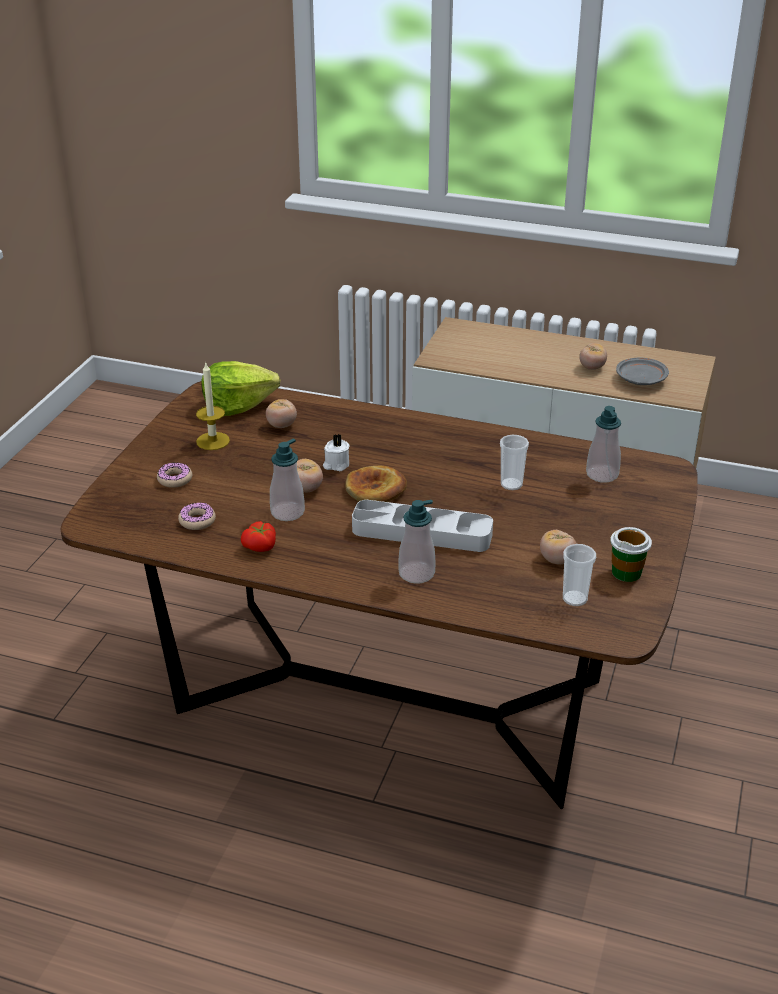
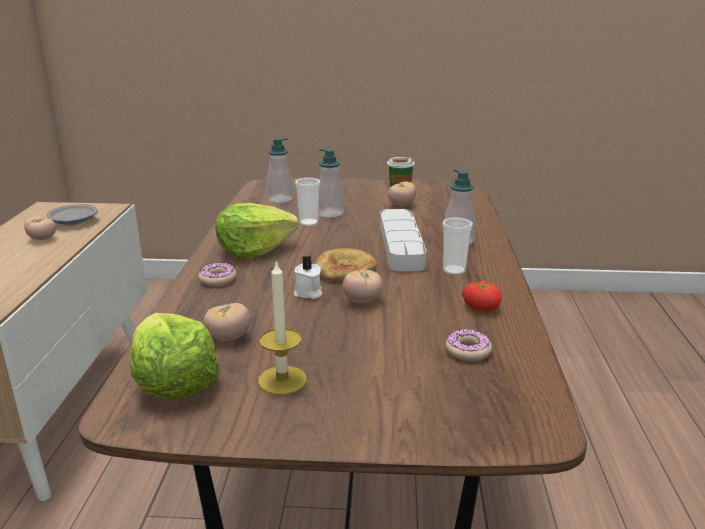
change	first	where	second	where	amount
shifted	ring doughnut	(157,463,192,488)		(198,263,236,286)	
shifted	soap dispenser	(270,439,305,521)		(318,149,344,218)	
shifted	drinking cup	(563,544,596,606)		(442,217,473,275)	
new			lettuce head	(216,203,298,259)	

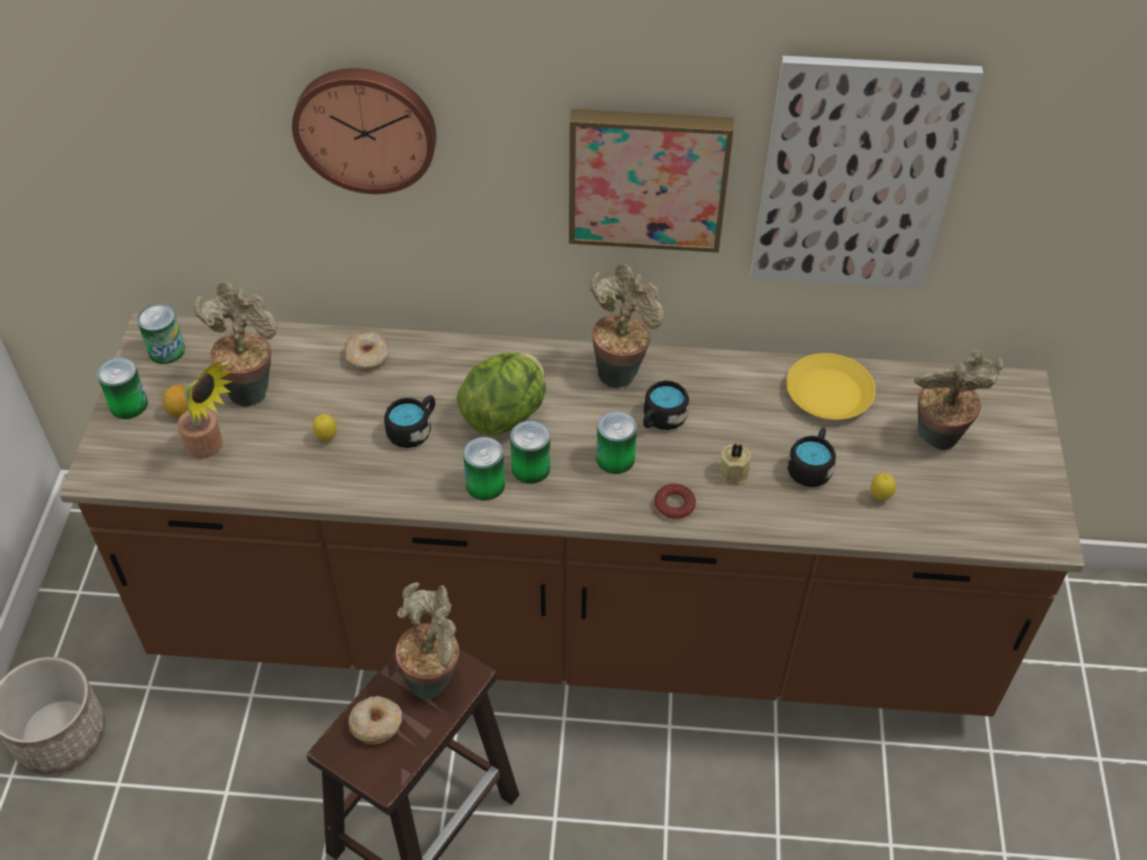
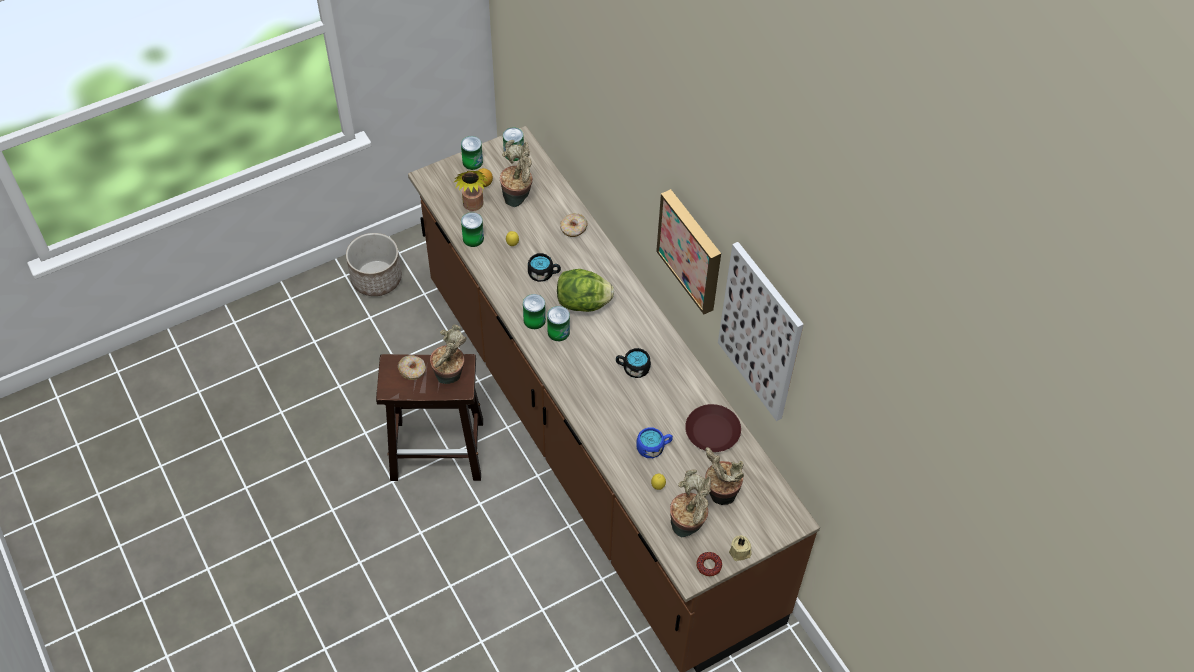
change	first	where	second	where	amount
gone	clock on the wall	(292,68,436,194)			
shifted	plant in a pot	(590,264,664,388)		(670,469,711,537)	
shifted	can	(596,411,637,474)		(461,212,484,247)	
shifted	ring doughnut	(654,484,696,520)		(696,552,722,577)	
shifted	beige wax light	(720,443,751,485)		(729,535,752,561)	
repainted	yellow flat dish	(786,353,876,420)	brown flat dish	(685,404,741,452)	
repainted	black coffee mug	(787,428,836,487)	blue-coloured coffee mug	(637,428,673,458)	

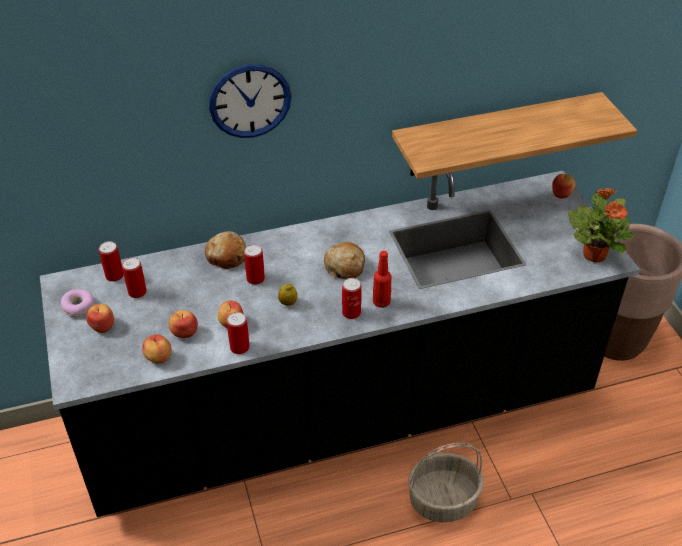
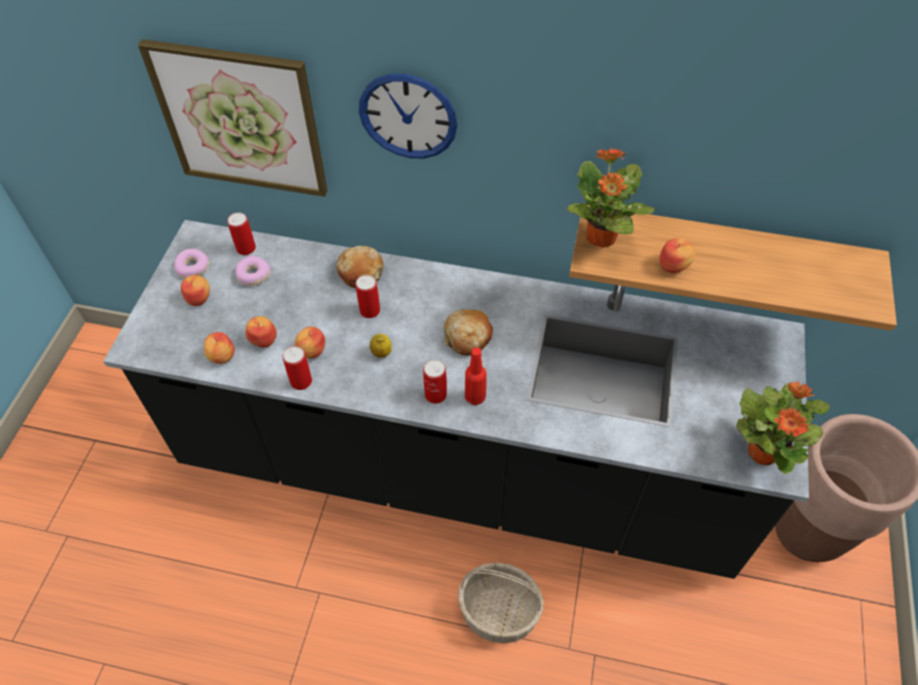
change	first	where	second	where	amount
swapped	can	(122,257,147,298)	ring doughnut	(235,256,271,286)	
shifted	whole apple	(552,174,575,199)		(659,238,695,273)	
new			wall art	(138,39,328,197)	
new			plant in a pot	(567,148,654,248)	

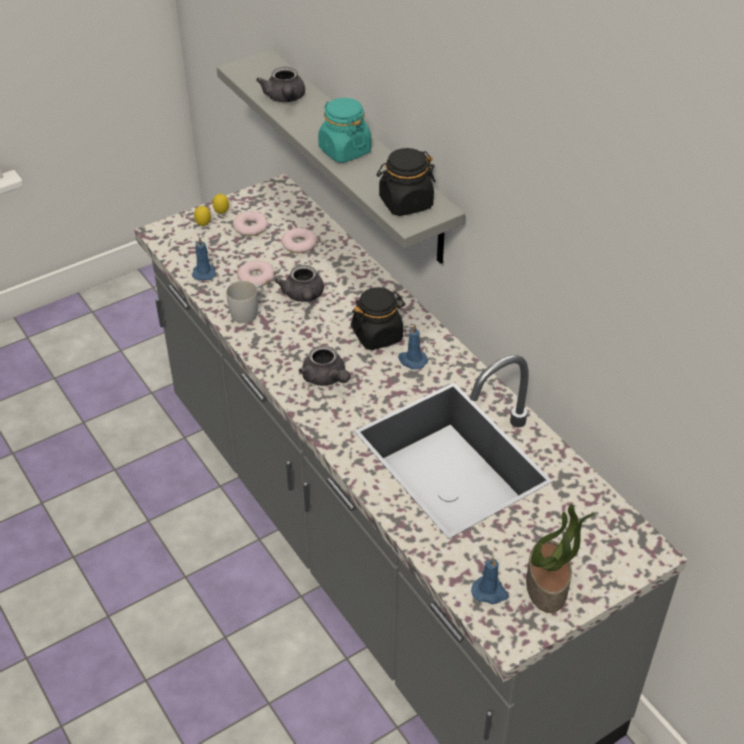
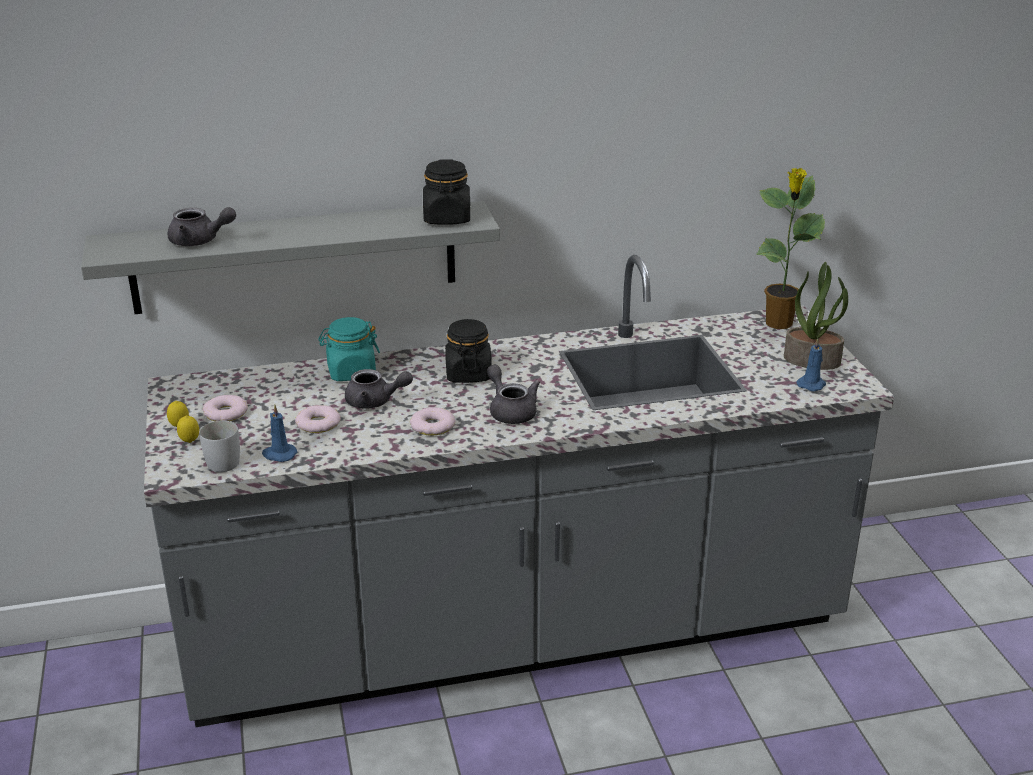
change	first	where	second	where	amount
shifted	white-coloured coffee mug	(226,281,264,323)		(199,421,240,472)	
shifted	ring doughnut	(281,228,318,253)		(410,407,455,436)	
rotated	grey tea pot	(299,345,350,386)		(487,365,540,424)	105 degrees counterclockwise
shifted	turquoise preserve jar	(318,98,371,163)		(318,317,380,381)	
gone	blue-coloured wax light	(398,324,428,370)			
new			plant in a pot	(756,168,825,329)	

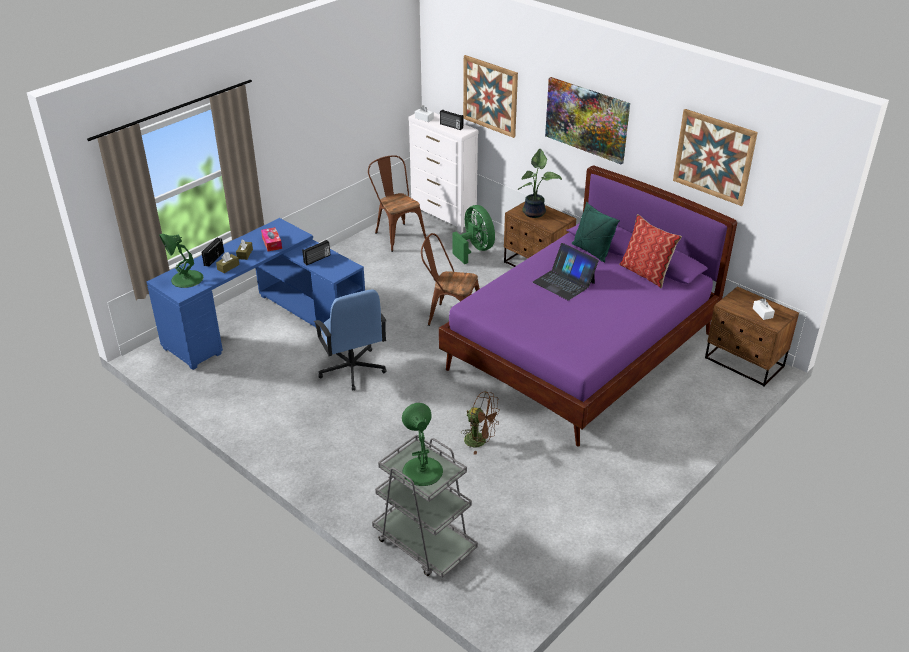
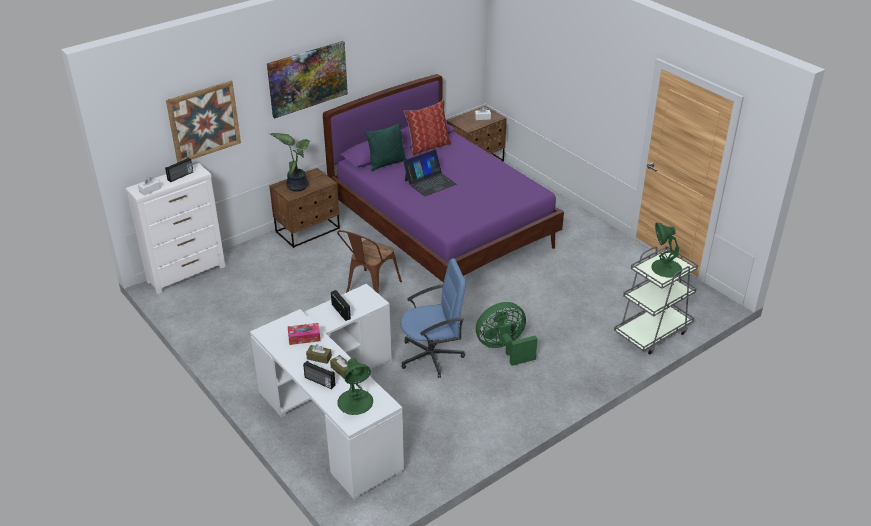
change	first	where	second	where	amount
repainted	blue-coloured desk table	(146,218,365,370)	white-coloured desk table	(250,284,404,500)	
gone	brown upright chair	(368,155,427,252)			
shifted	green fan	(452,205,495,264)		(476,302,538,366)	
gone	brown fan	(462,391,499,455)			
gone	wall art	(673,109,758,206)			

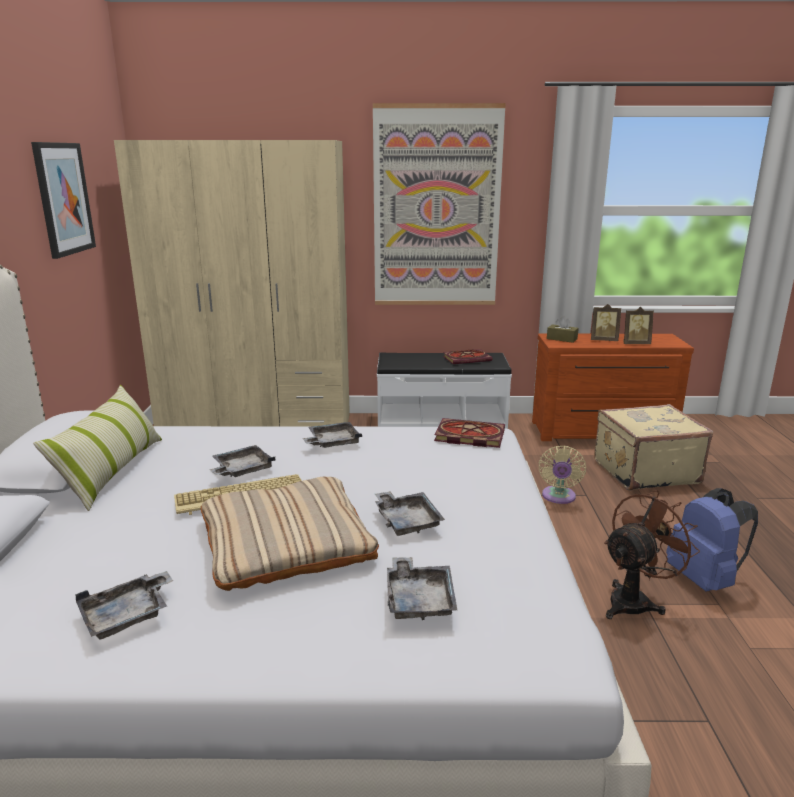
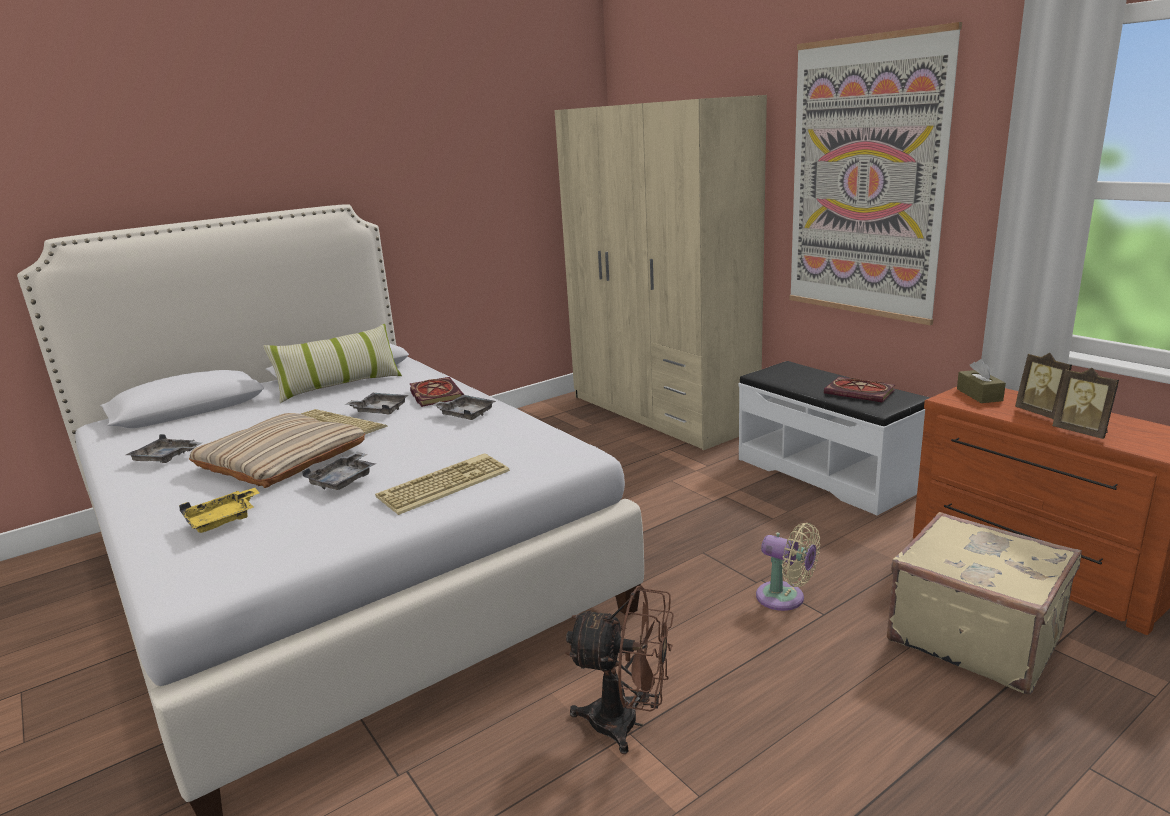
change	first	where	second	where	amount
gone	wall art	(31,142,96,259)			
repainted	grey tray	(387,557,457,620)	yellow tray	(179,488,259,533)	
shifted	book	(434,418,505,448)		(410,377,464,407)	
rotated	beige fan	(538,446,586,504)		(756,523,820,611)	120 degrees counterclockwise
gone	blue-coloured rucksack	(666,488,758,592)			
new			computer keyboard	(375,453,510,515)	

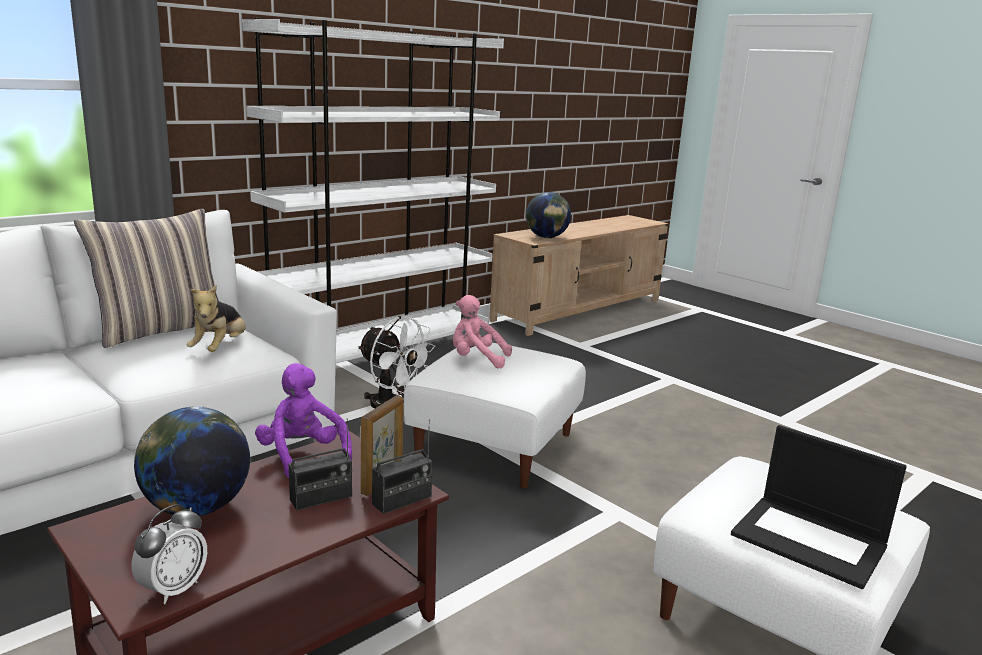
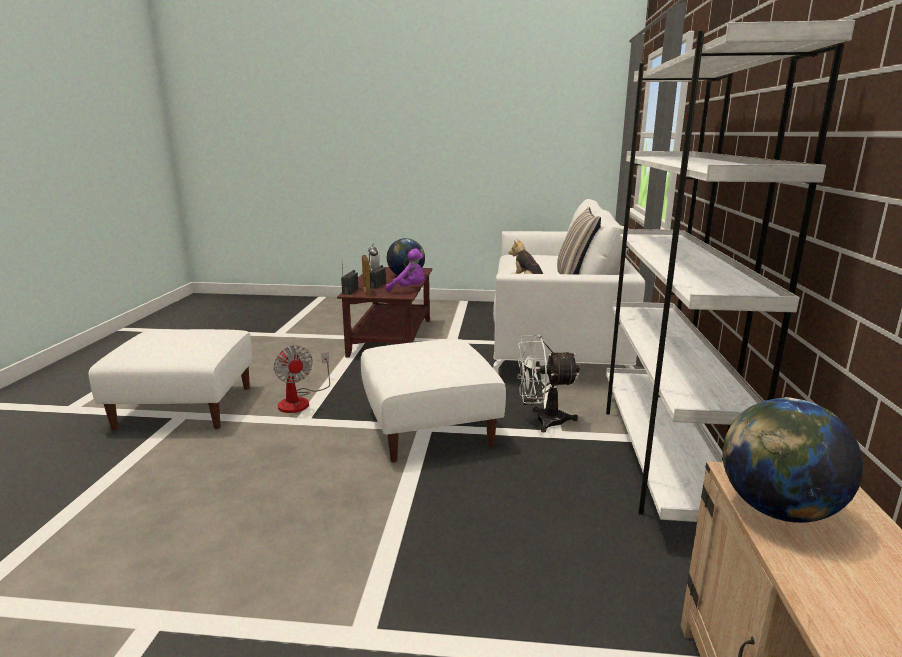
change	first	where	second	where	amount
gone	pink cuddly toy	(453,295,512,368)			
gone	laptop	(731,425,907,589)			
new			fan	(273,345,330,413)	

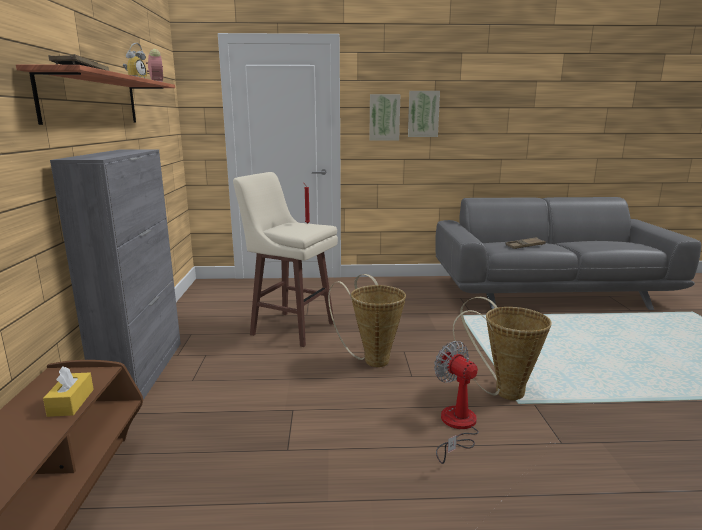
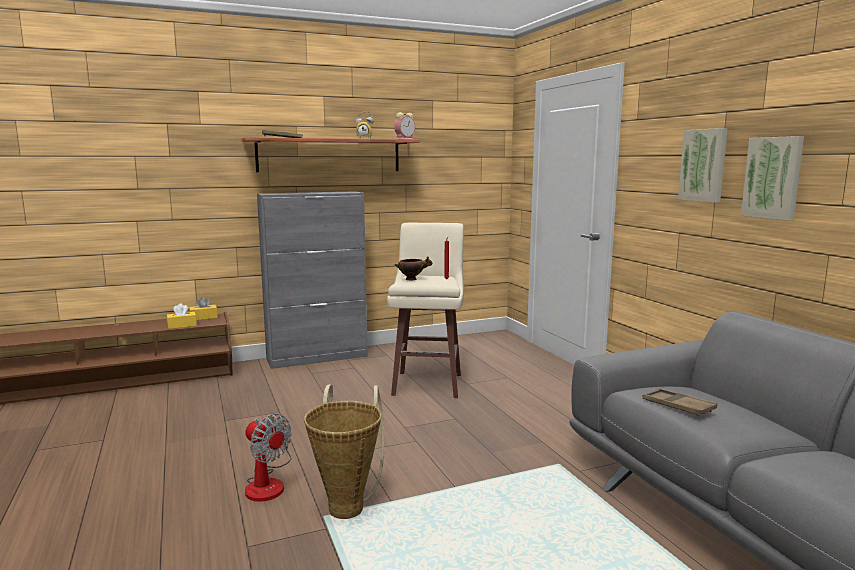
change	first	where	second	where	amount
gone	storage basket	(328,274,406,367)			
shifted	wall art	(369,94,400,141)		(741,136,804,220)	
rotated	fan	(434,341,479,464)		(245,414,292,502)	90 degrees clockwise
new			yellow tissue box	(189,297,218,320)	
new			bowl	(395,257,432,280)	

